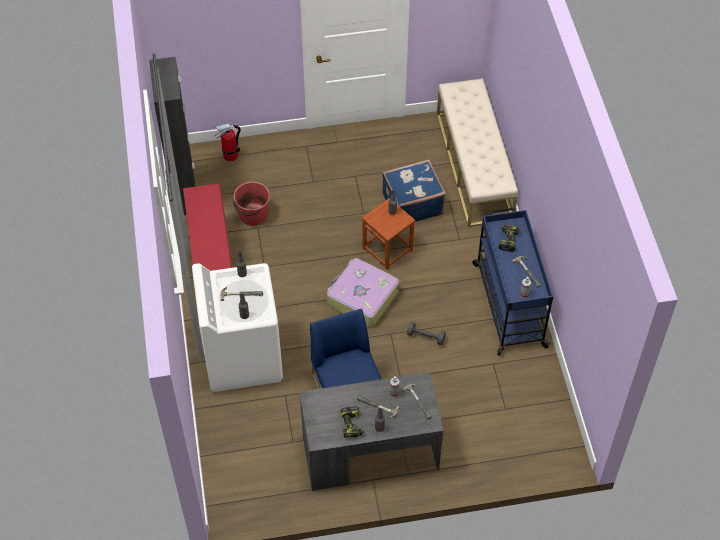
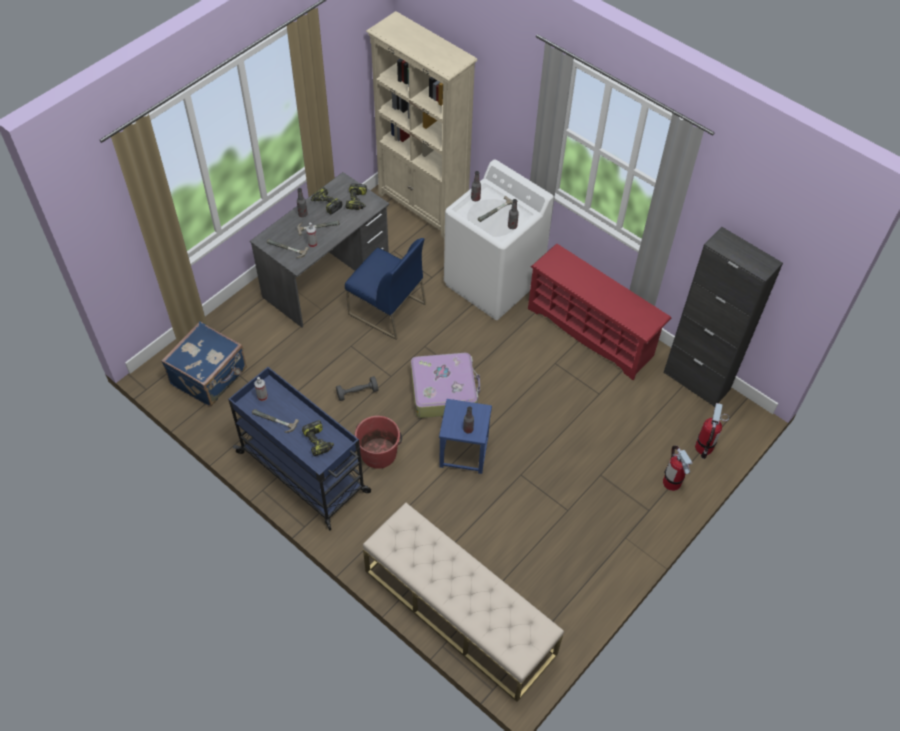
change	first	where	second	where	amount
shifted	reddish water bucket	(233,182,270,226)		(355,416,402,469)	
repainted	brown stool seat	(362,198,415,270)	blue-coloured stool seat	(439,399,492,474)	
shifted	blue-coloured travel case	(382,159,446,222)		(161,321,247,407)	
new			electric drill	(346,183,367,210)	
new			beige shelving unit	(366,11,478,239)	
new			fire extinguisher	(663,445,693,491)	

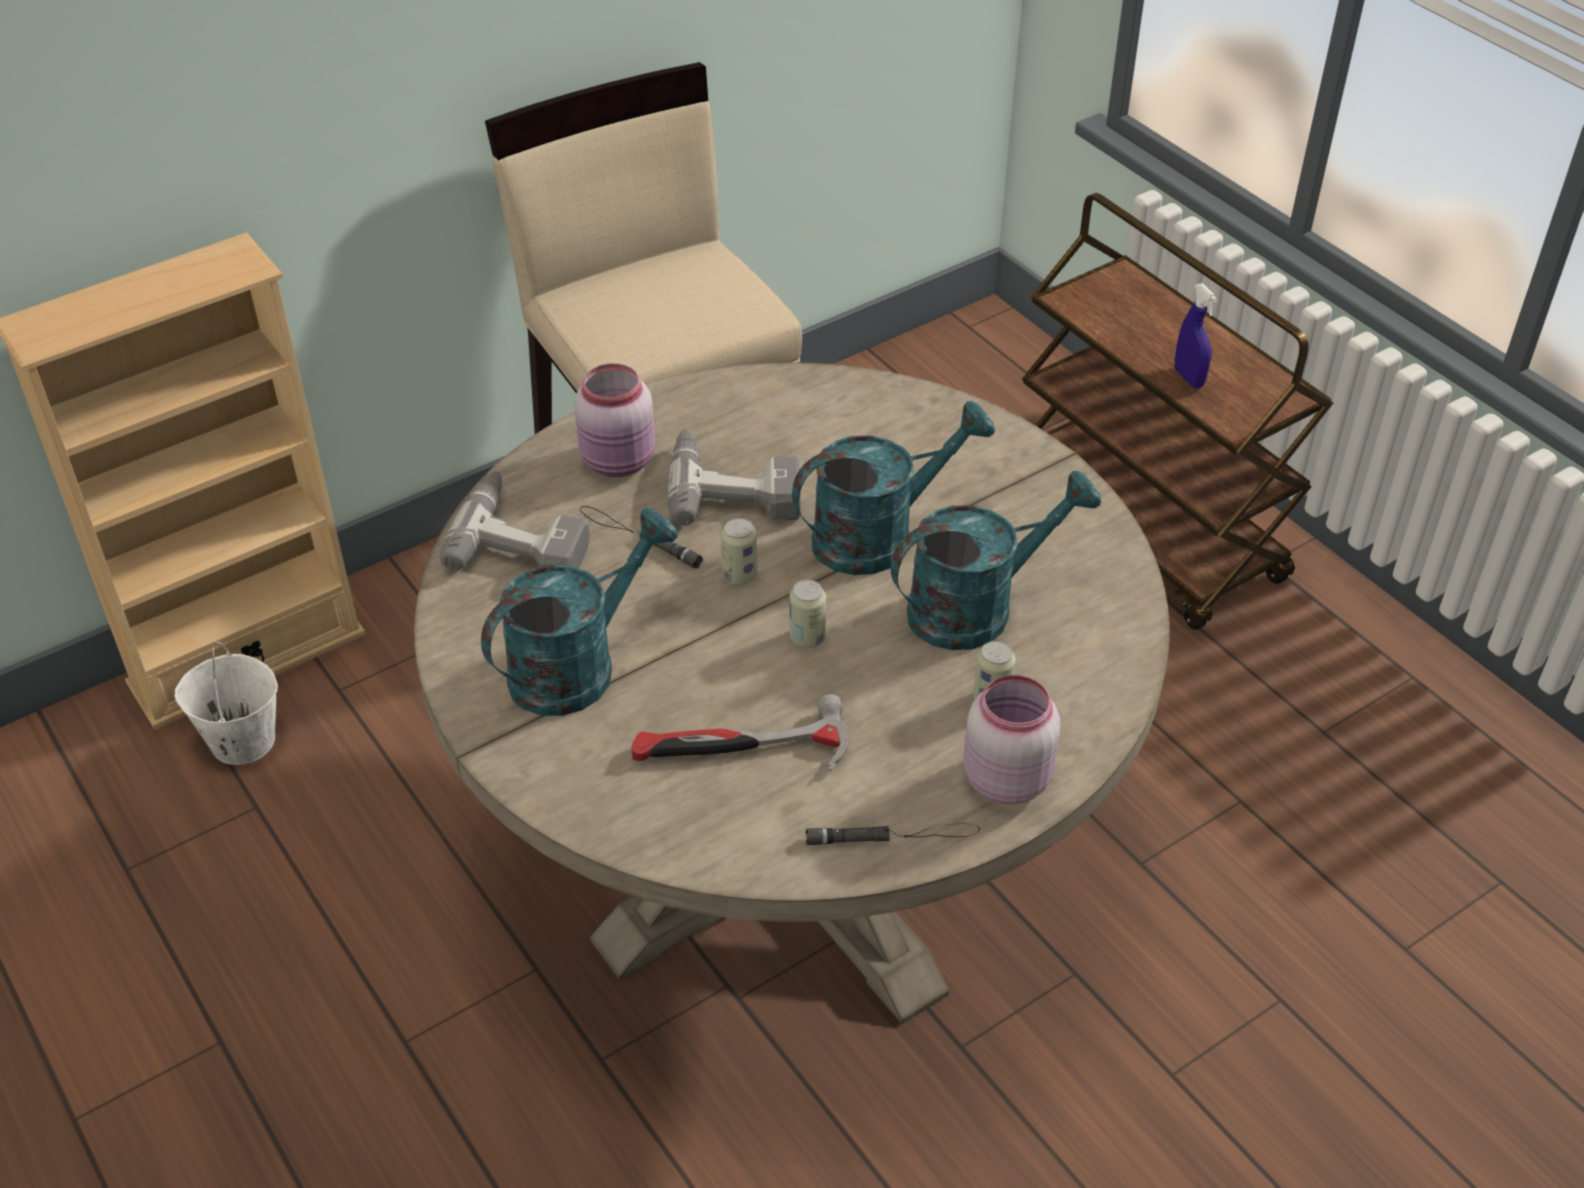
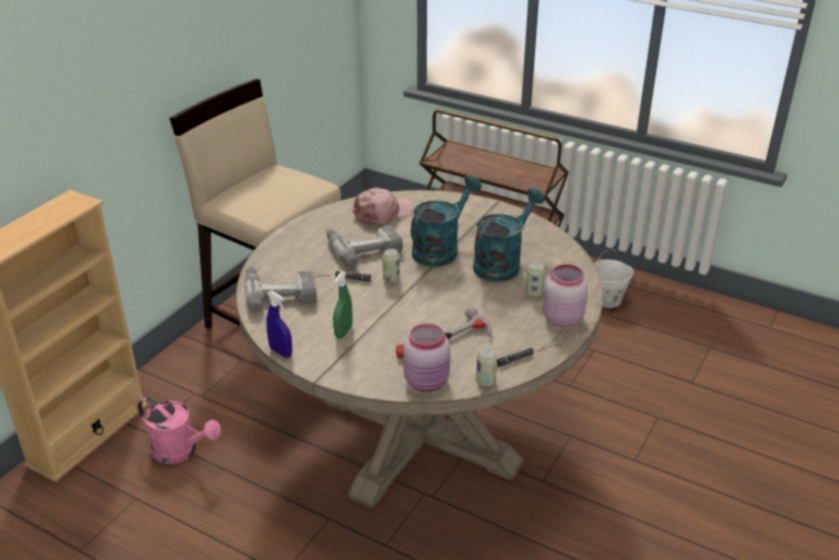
change	first	where	second	where	amount
shifted	white-coloured water bucket	(174,642,278,765)		(594,250,634,308)	
swapped	turquoise sprinkling can	(481,508,678,716)	green spray bottle	(333,271,353,339)	
shifted	pink preserve jar	(574,363,655,477)		(403,323,450,392)	
shifted	can	(790,580,826,648)		(476,348,497,387)	
shifted	blue-coloured spray bottle	(1175,283,1218,388)		(266,291,292,358)	
new			pink sprinkling can	(137,396,221,464)	
new			pink peaked cap	(352,188,414,225)	

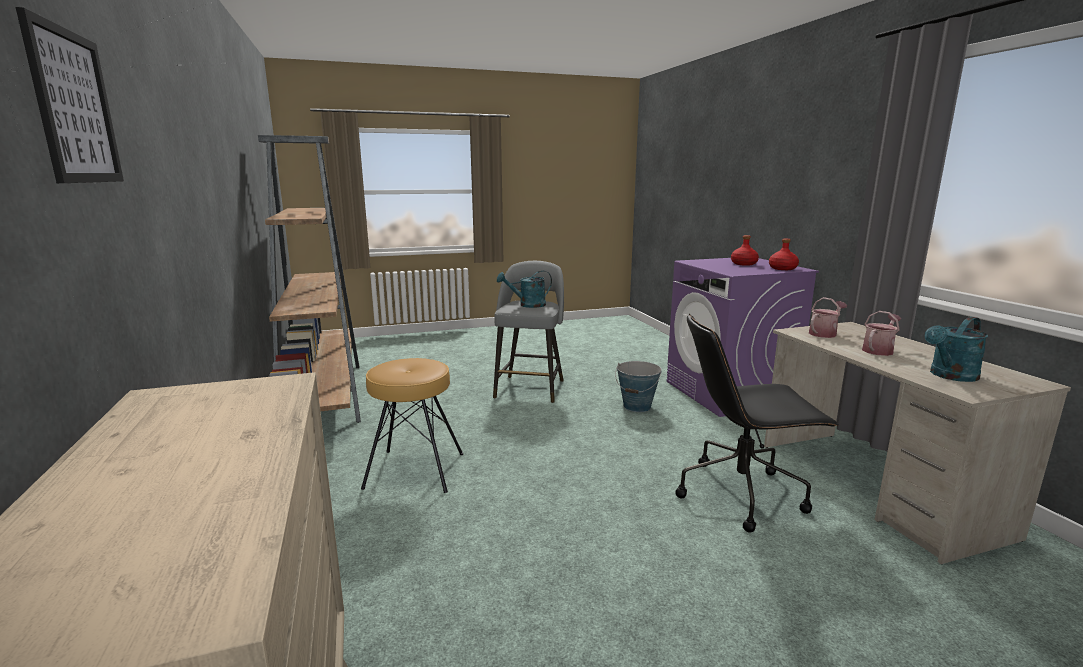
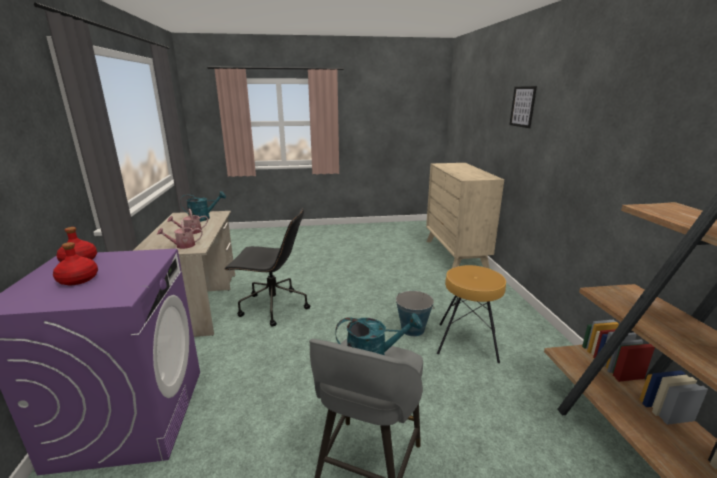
change	first	where	second	where	amount
shifted	water bucket	(615,361,662,412)		(396,291,434,337)	

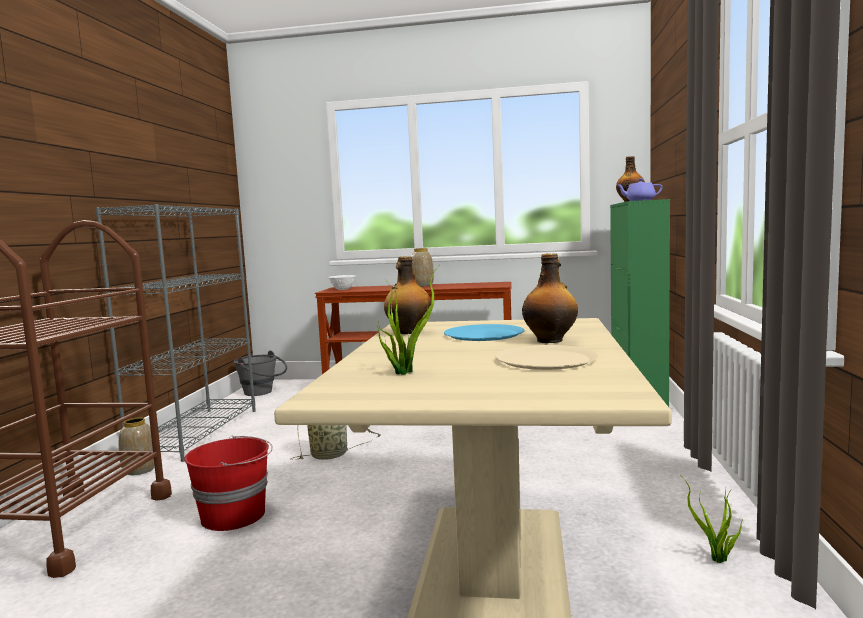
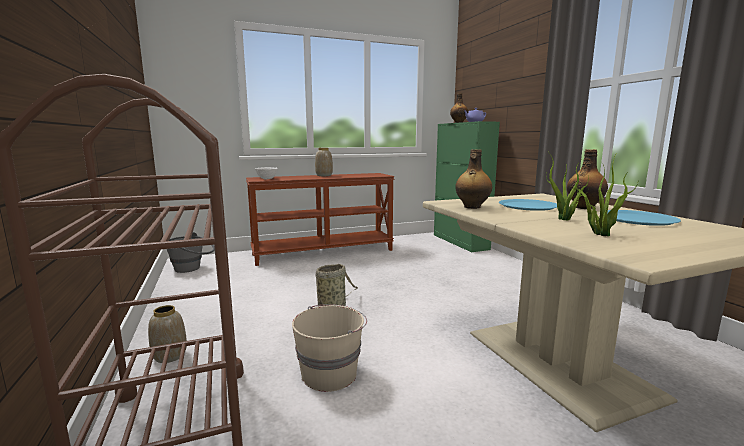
change	first	where	second	where	amount
gone	grey shelving unit	(95,204,256,462)			
repainted	reddish water bucket	(184,436,273,531)	beige water bucket	(292,304,367,392)	
repainted	beige flat dish	(495,345,598,370)	blue-coloured flat dish	(608,210,681,226)	
shifted	plant in a pot	(683,478,742,563)		(546,153,588,220)	

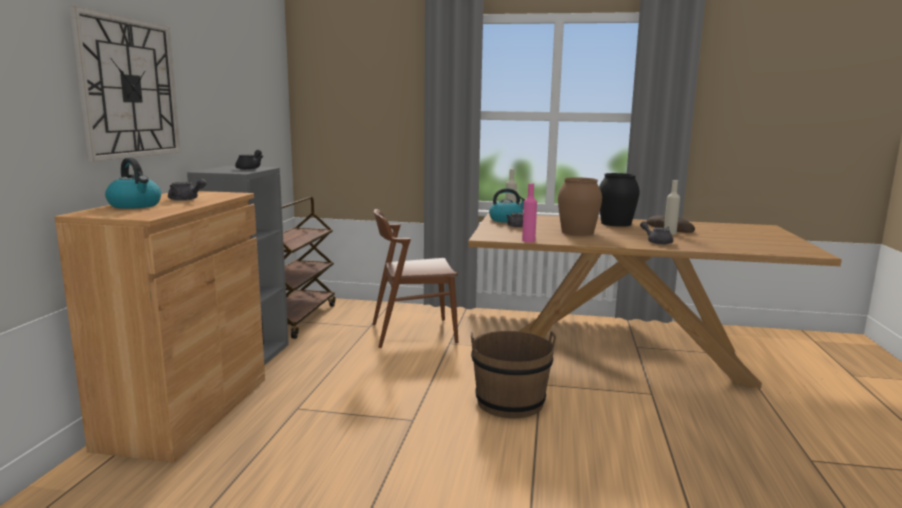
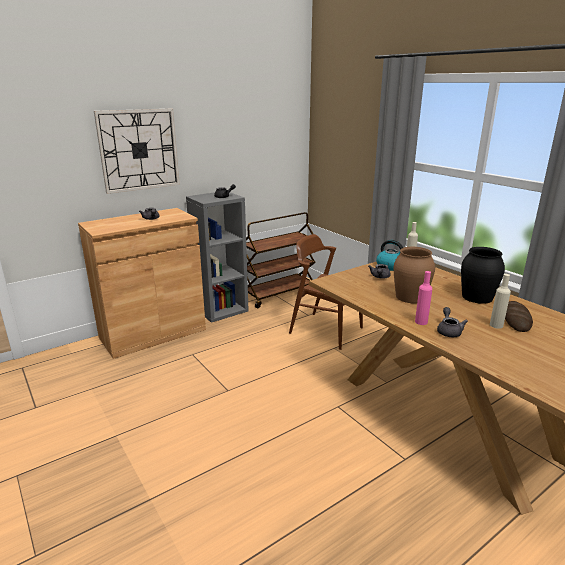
change	first	where	second	where	amount
gone	kettle	(105,158,161,209)			
gone	brown water bucket	(471,331,556,418)			
shifted	pink bottle	(522,183,537,242)		(415,271,433,325)	

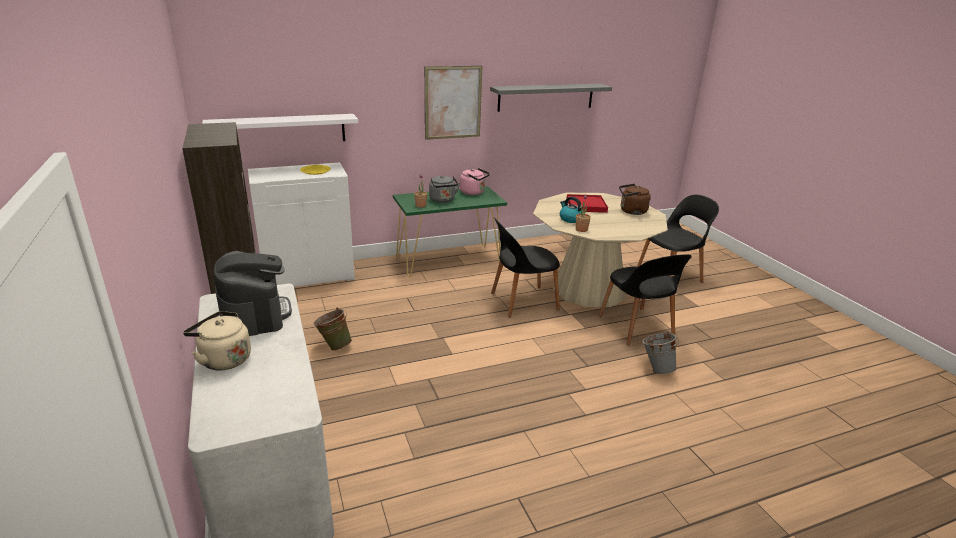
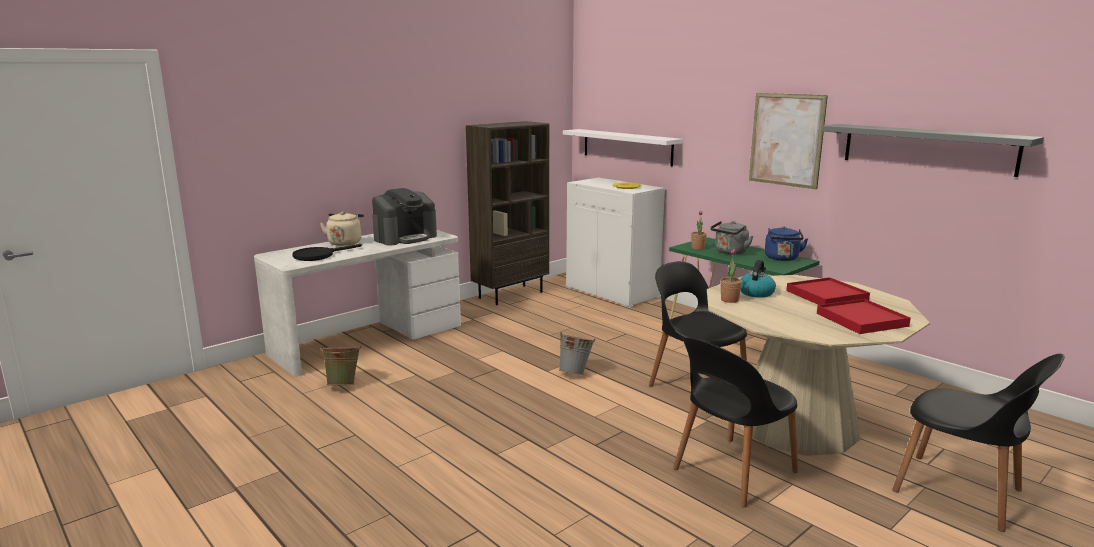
change	first	where	second	where	amount
shifted	green water bucket	(313,307,352,351)		(320,345,361,385)	
repainted	pink kettle	(460,168,490,195)	blue-coloured kettle	(765,226,808,261)	
swapped	brown kettle	(619,184,651,215)	reddish tray	(817,299,911,334)	
shifted	grey water bucket	(642,331,679,374)		(558,332,595,375)	
new			black pan	(292,244,362,261)	

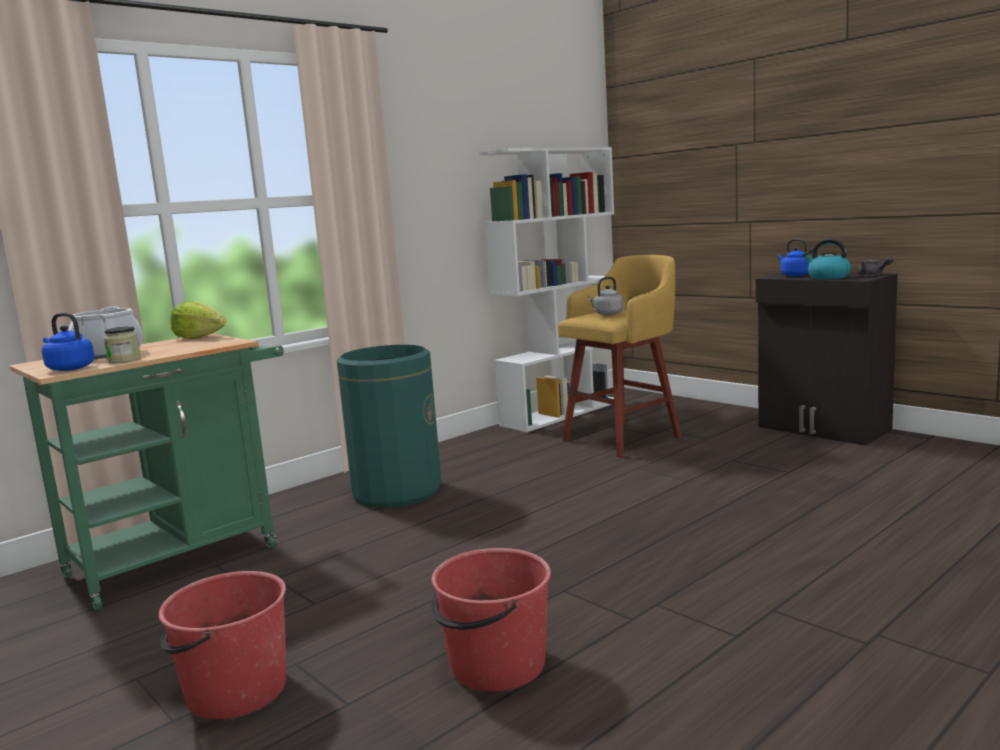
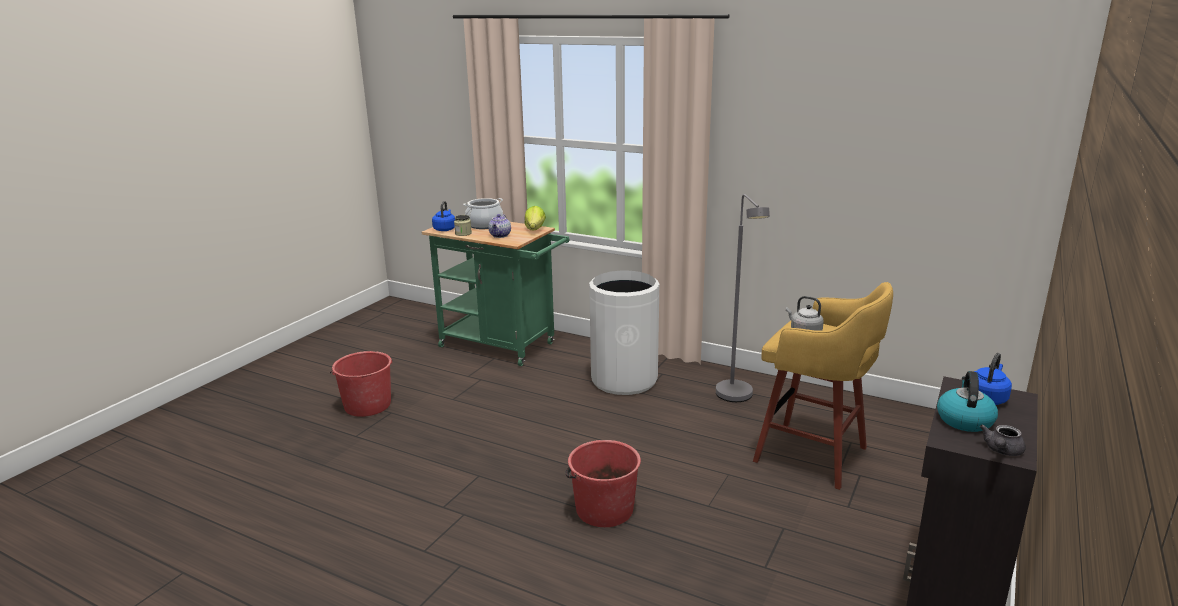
change	first	where	second	where	amount
repainted	green rubbish bin	(337,345,442,507)	white-coloured rubbish bin	(589,271,659,395)	
shifted	reddish water bucket	(431,548,551,691)		(565,440,641,527)	
gone	white-coloured shelving unit	(479,147,614,432)			
new			tea pot	(488,214,511,238)	
new			grey standard lamp	(716,194,770,402)	

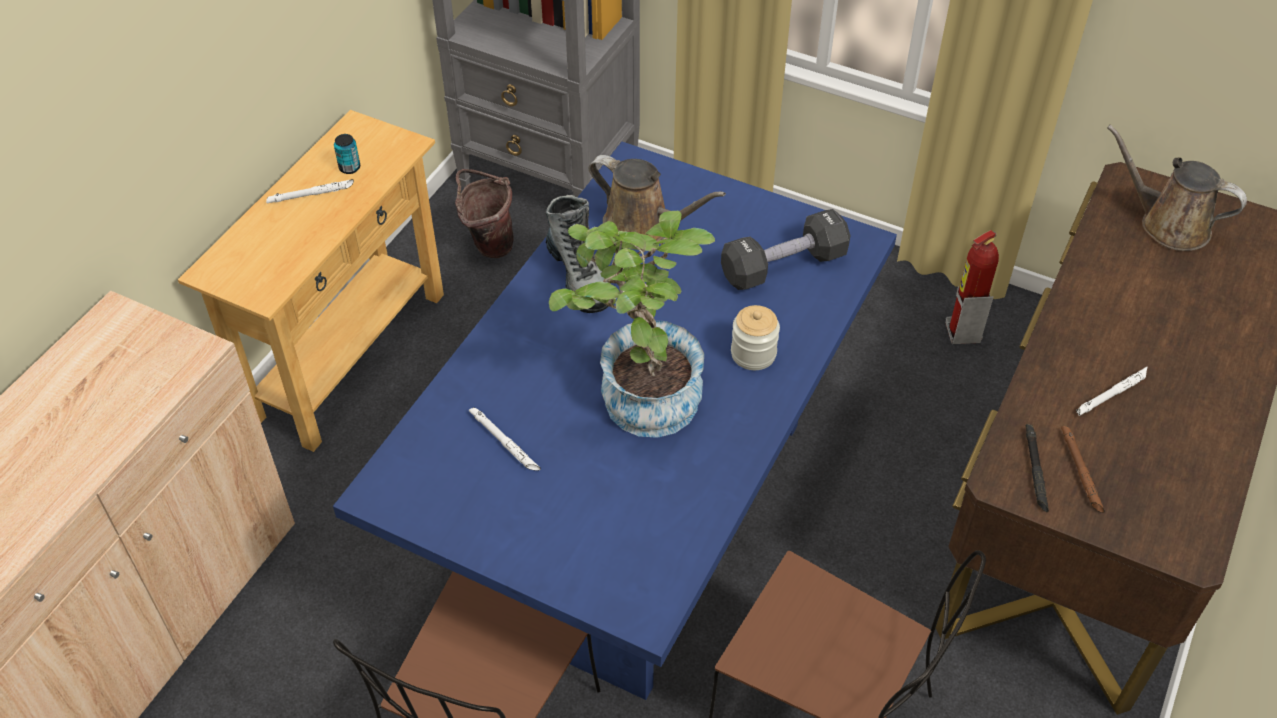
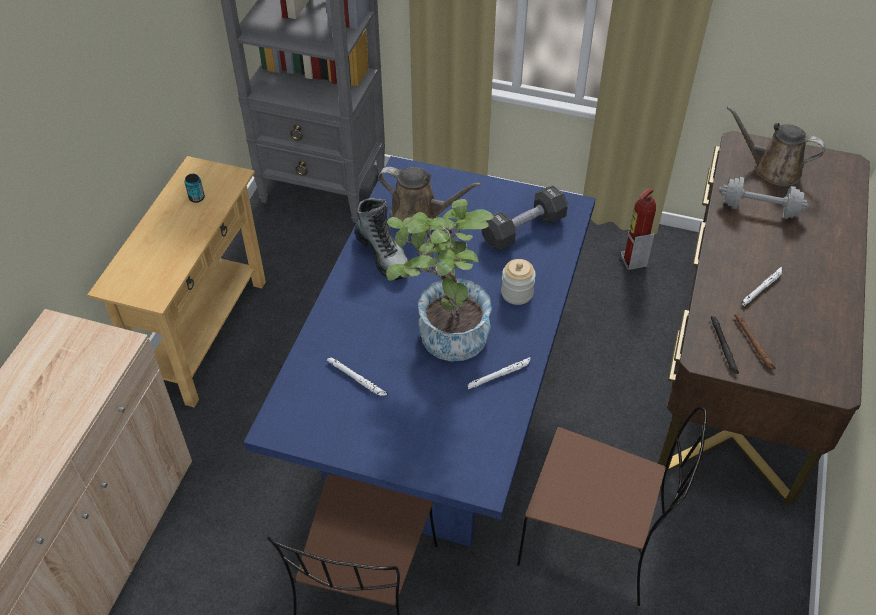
change	first	where	second	where	amount
shifted	white-coloured torch	(266,179,354,203)		(467,357,531,389)	
gone	brown water bucket	(455,169,514,258)			
new			grey free weight	(719,177,809,219)	

